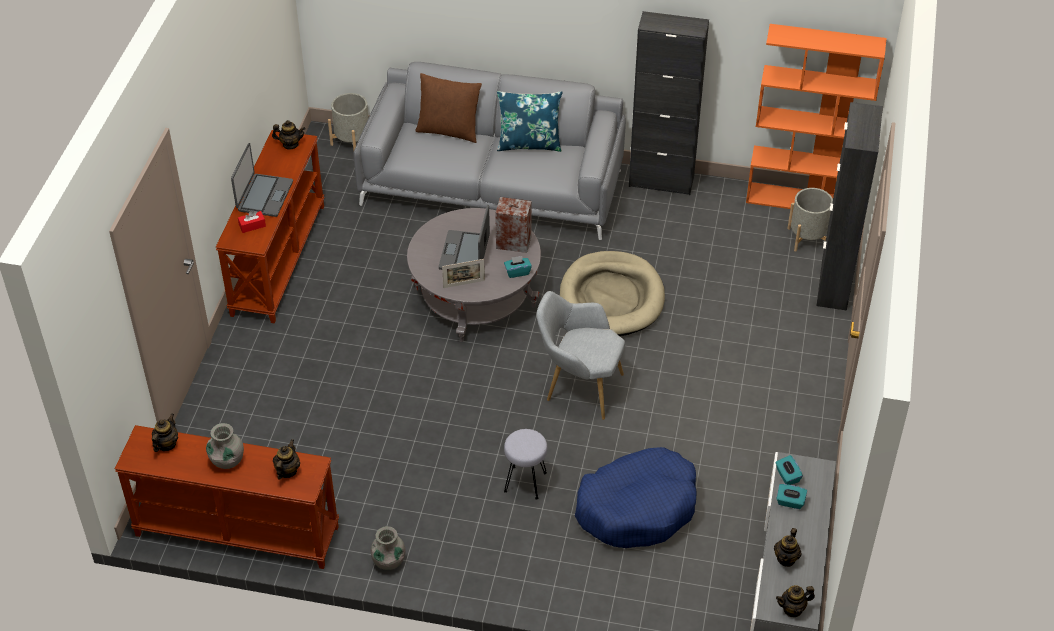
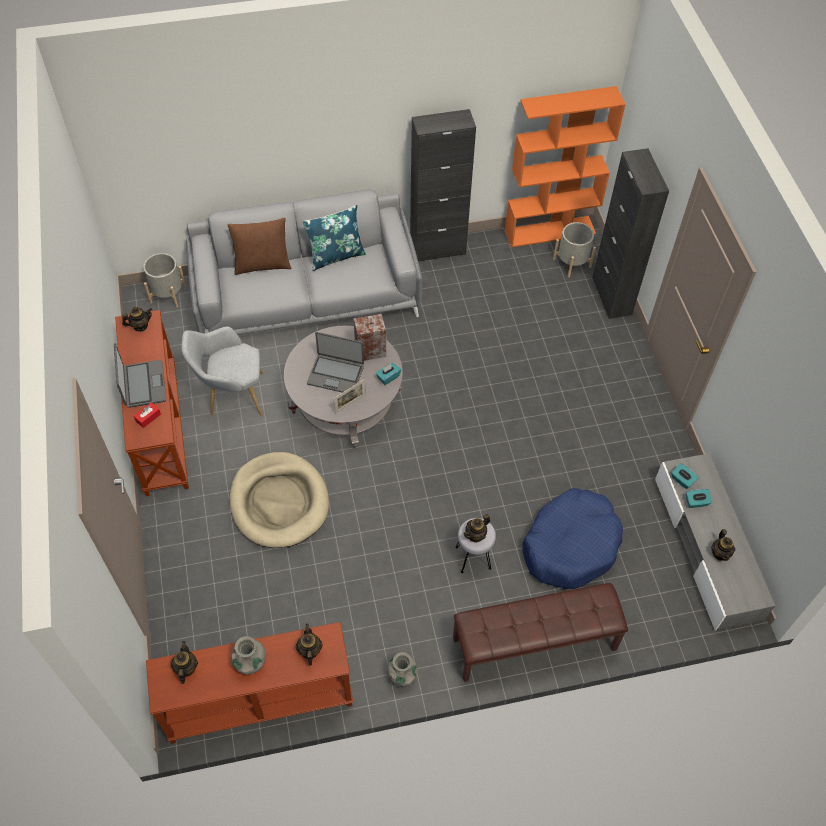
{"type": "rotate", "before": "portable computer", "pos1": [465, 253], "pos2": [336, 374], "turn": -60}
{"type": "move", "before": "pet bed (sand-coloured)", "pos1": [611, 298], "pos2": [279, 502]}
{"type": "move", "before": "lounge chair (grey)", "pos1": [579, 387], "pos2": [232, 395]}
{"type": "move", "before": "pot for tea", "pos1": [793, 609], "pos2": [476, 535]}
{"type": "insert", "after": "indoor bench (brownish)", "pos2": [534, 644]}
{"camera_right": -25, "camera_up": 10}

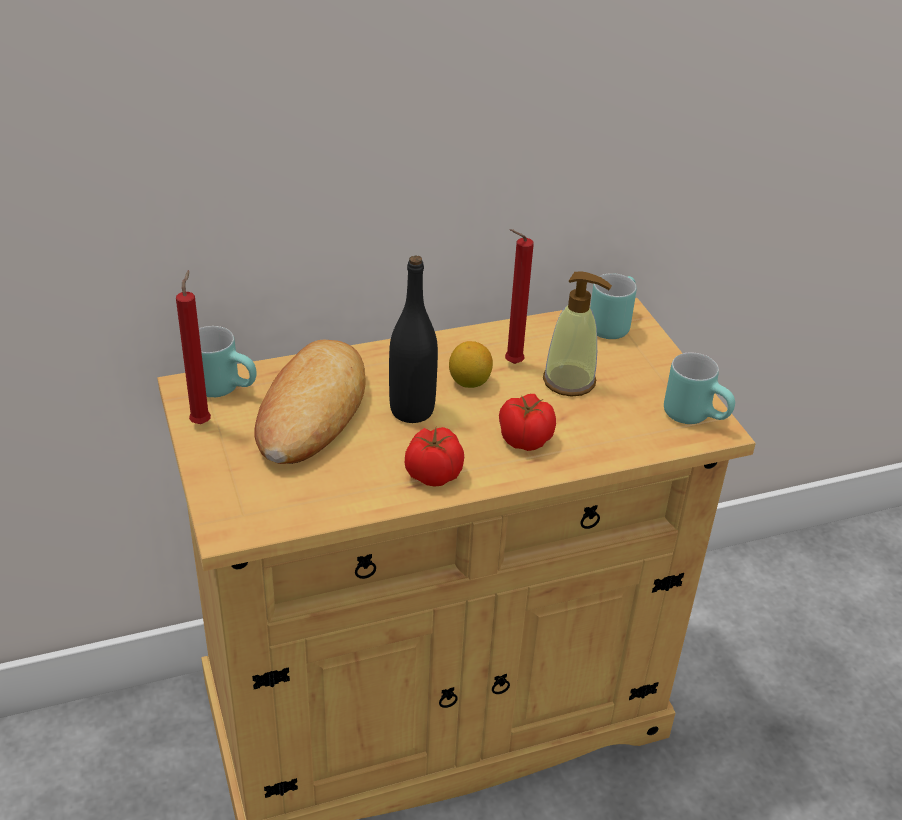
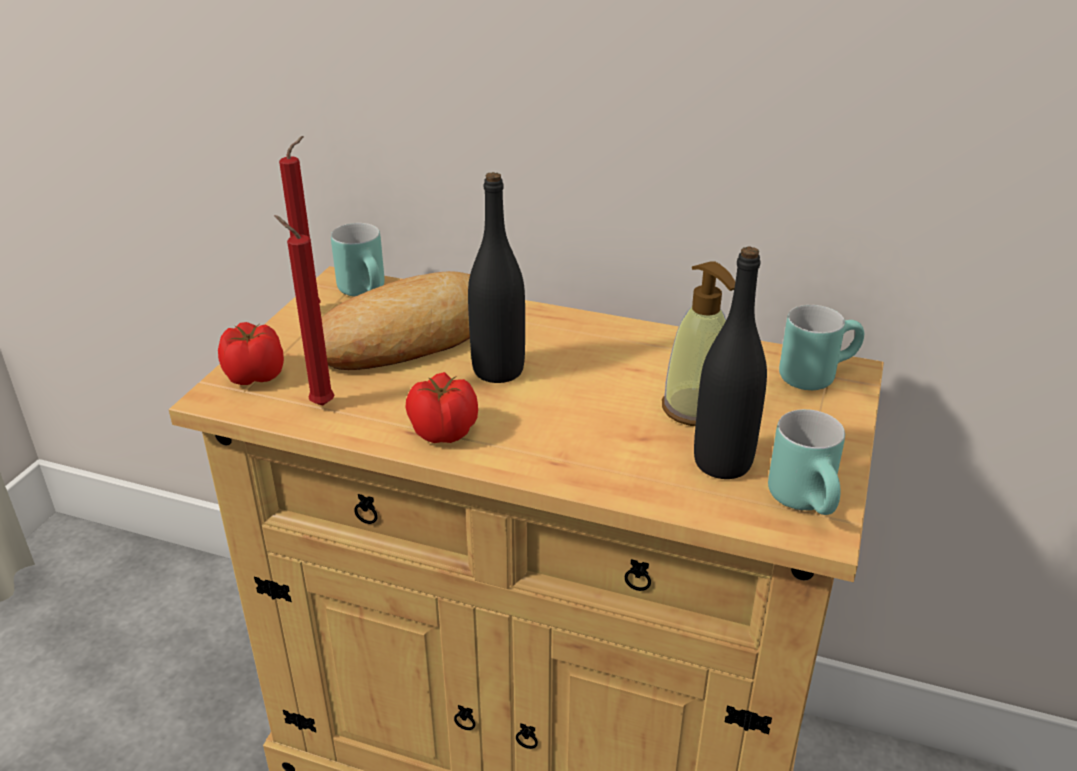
{"type": "move", "before": "candle (red)", "pos1": [510, 364], "pos2": [319, 404]}
{"type": "delete", "before": "citrus fruit", "pos1": [469, 382]}
{"type": "move", "before": "tomato", "pos1": [524, 439], "pos2": [255, 375]}
{"type": "insert", "after": "beverage bottle (blackish)", "pos2": [722, 463]}
{"camera_right": 40, "camera_up": -5}

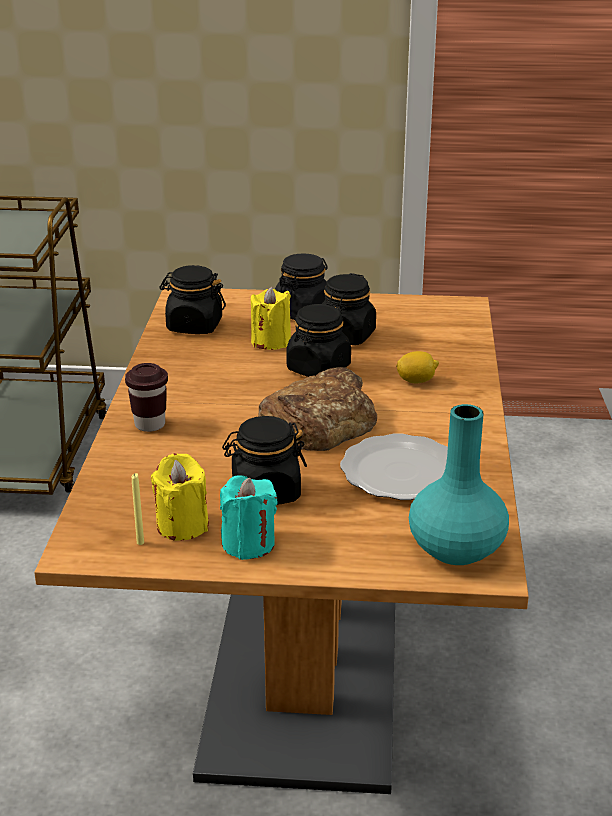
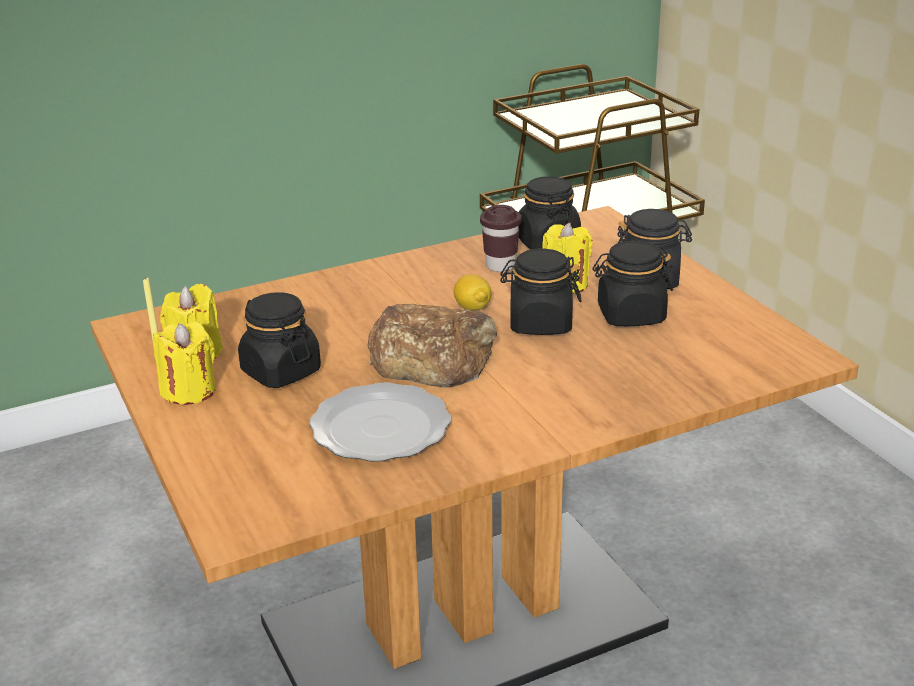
{"type": "move", "before": "citrus fruit", "pos1": [416, 381], "pos2": [472, 307]}
{"type": "move", "before": "drinking cup (brownish)", "pos1": [150, 424], "pos2": [500, 266]}
{"type": "delete", "before": "decorative vase (blue-green)", "pos1": [455, 550]}
{"type": "recolor", "before": "candle (blue-green)", "after": "candle (yellow-coloured)", "pos1": [248, 544], "pos2": [189, 391]}
{"camera_right": 60, "camera_up": 0}

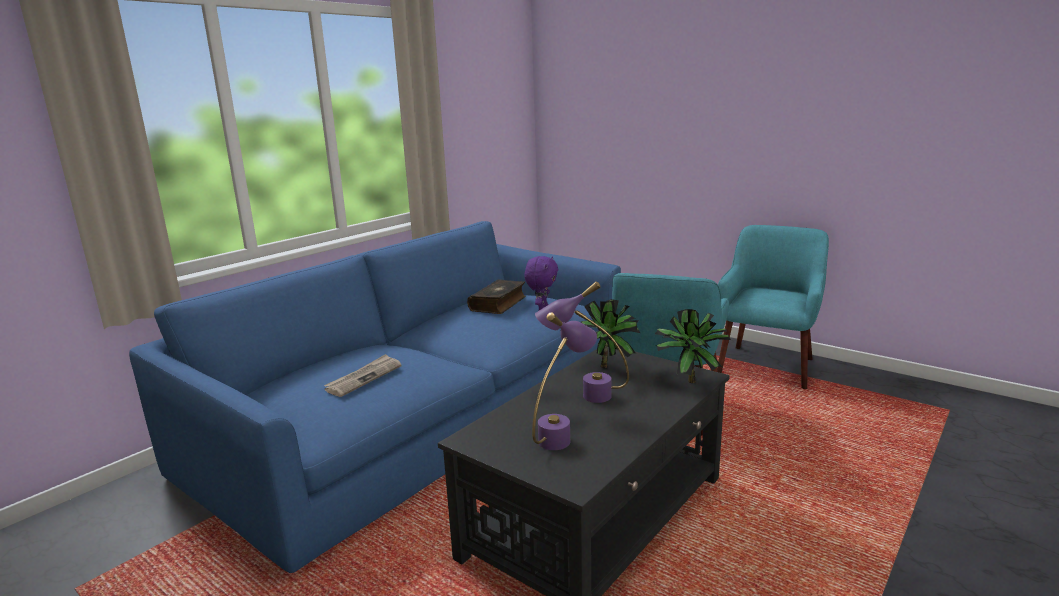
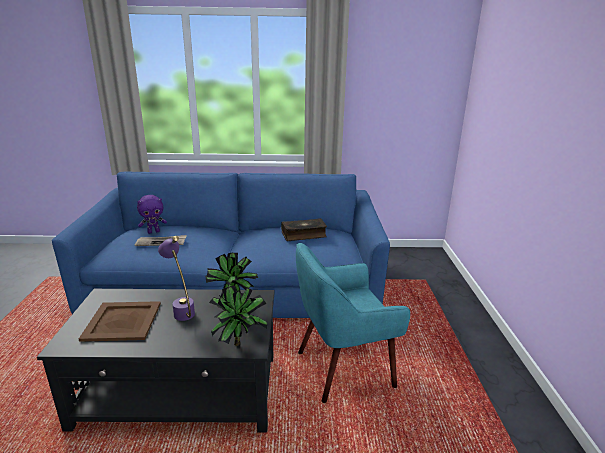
{"type": "delete", "before": "lounge chair (blue-green)", "pos1": [767, 366]}
{"type": "move", "before": "soft toy (purple-coloured)", "pos1": [542, 309], "pos2": [154, 232]}
{"type": "replace", "before": "table lamp (purple-coloured)", "after": "tray (brownish)", "pos1": [563, 434], "pos2": [122, 321]}
{"camera_right": 50, "camera_up": 5}

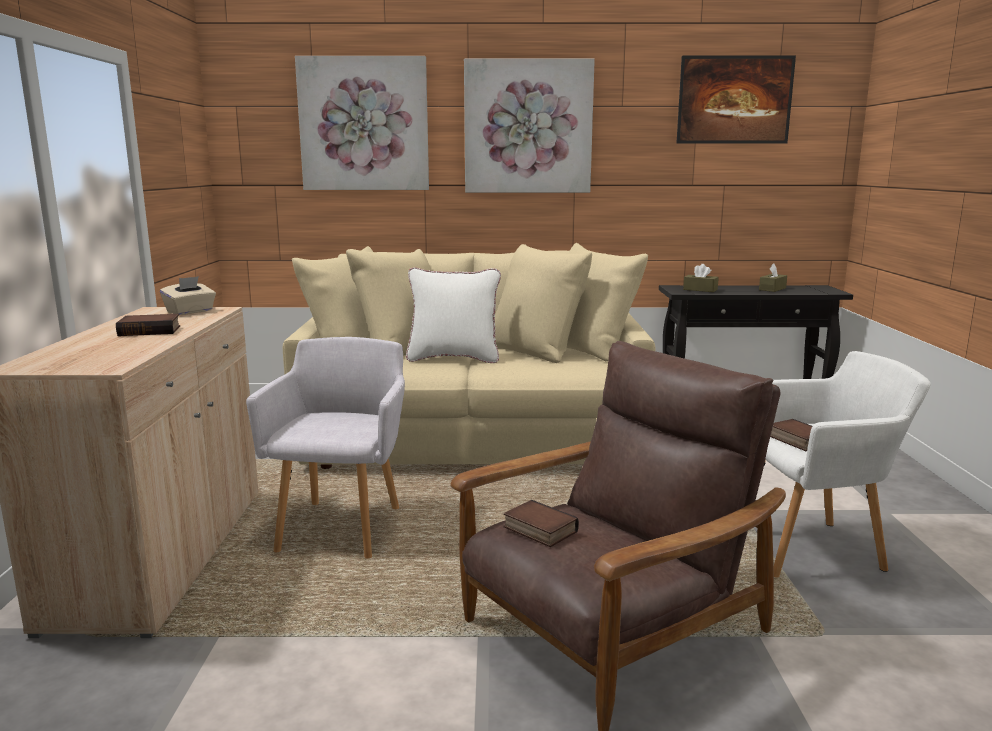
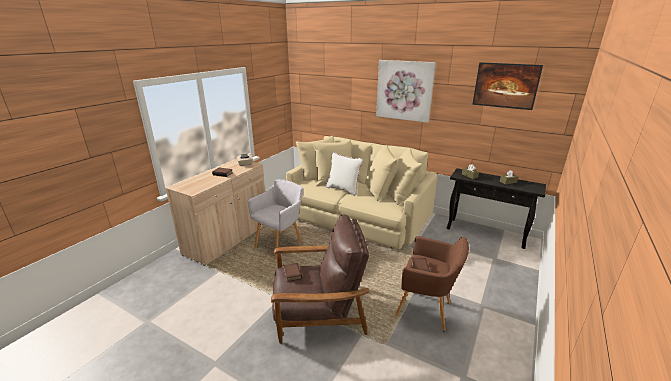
{"type": "delete", "before": "wall picture", "pos1": [364, 124]}
{"type": "recolor", "before": "lounge chair (white)", "after": "lounge chair (brownish)", "pos1": [812, 549], "pos2": [426, 310]}
{"camera_right": 30, "camera_up": 10}

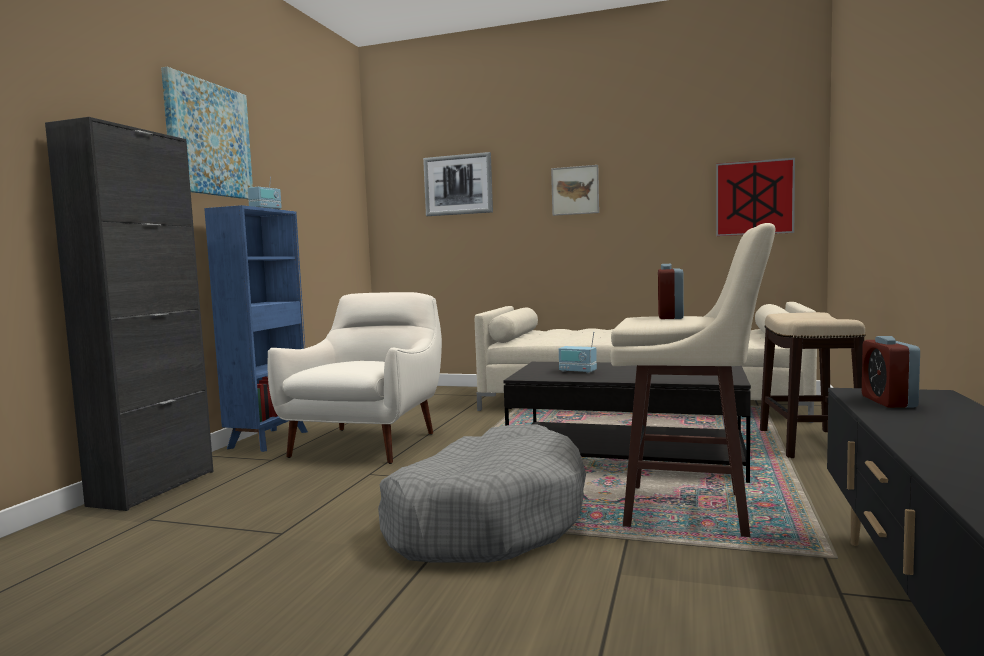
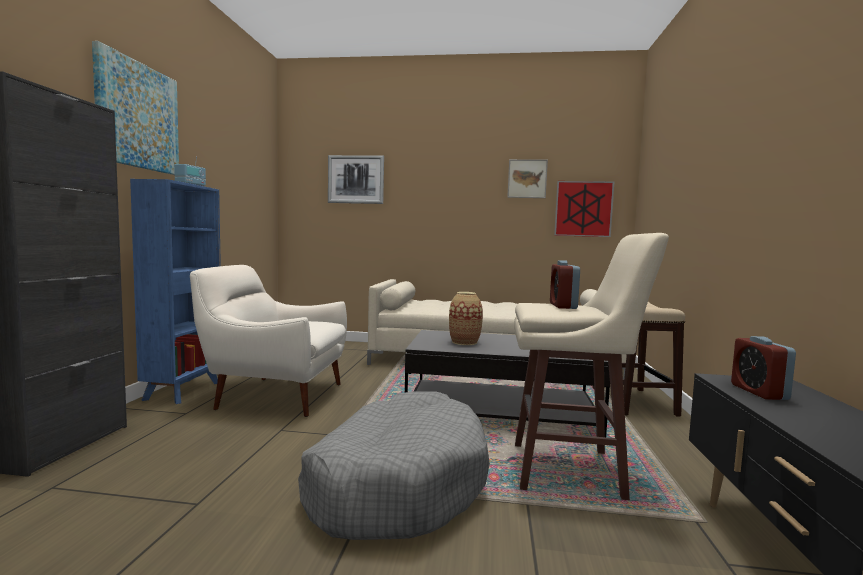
{"type": "move", "before": "wall picture", "pos1": [575, 190], "pos2": [527, 178]}
{"type": "rotate", "before": "lounge chair (white)", "pos1": [367, 443], "pos2": [275, 395], "turn": -90}
{"type": "replace", "before": "radio set", "after": "decorative vase", "pos1": [577, 371], "pos2": [464, 342]}
{"camera_right": -10, "camera_up": 0}

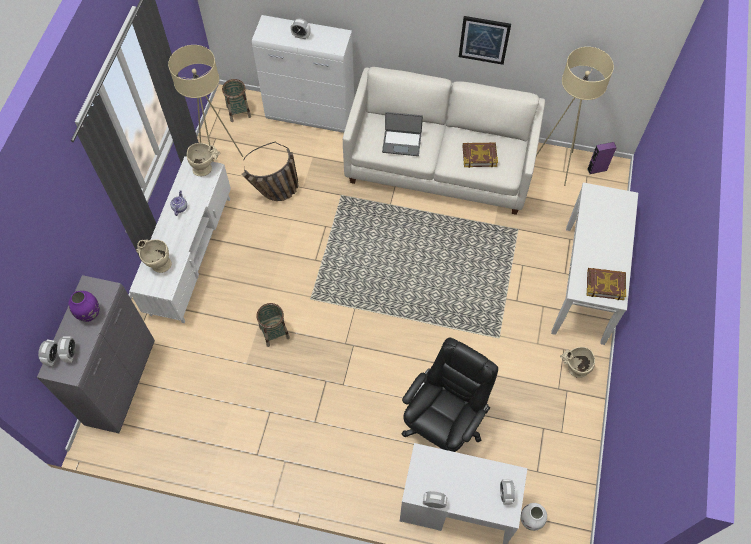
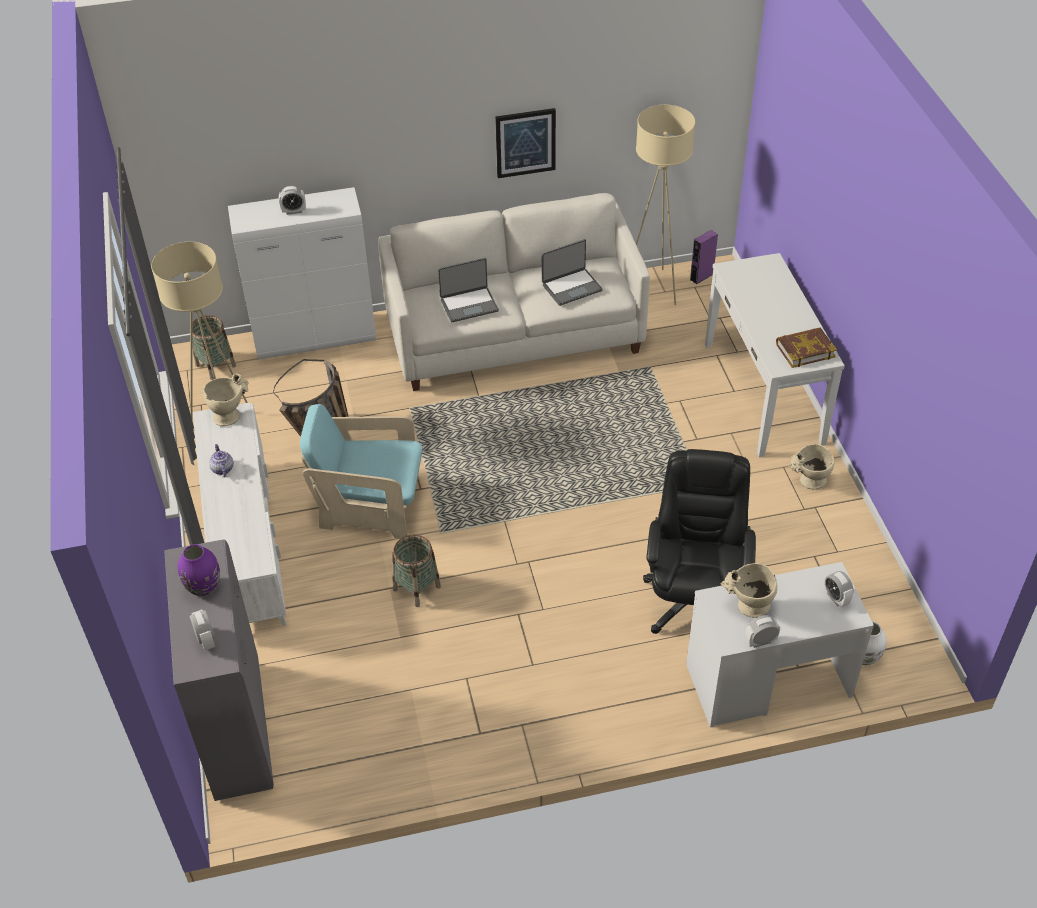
{"type": "replace", "before": "volume", "after": "portable computer", "pos1": [479, 156], "pos2": [571, 287]}
{"type": "move", "before": "decorative vase (sand-coloured)", "pos1": [157, 263], "pos2": [747, 607]}
{"type": "delete", "before": "alarm clock", "pos1": [53, 357]}
{"type": "insert", "after": "lounge chair (blue-green)", "pos2": [370, 506]}
{"camera_right": -25, "camera_up": -15}

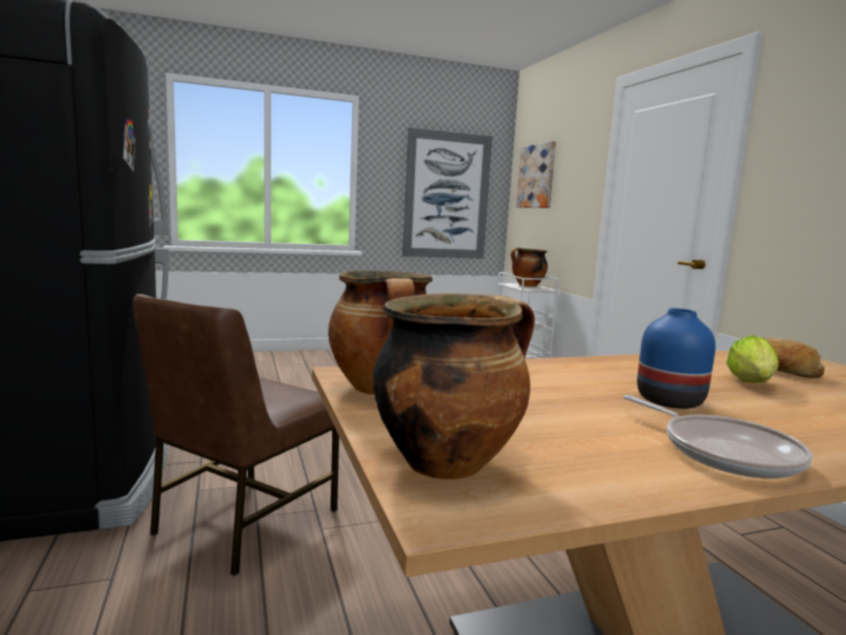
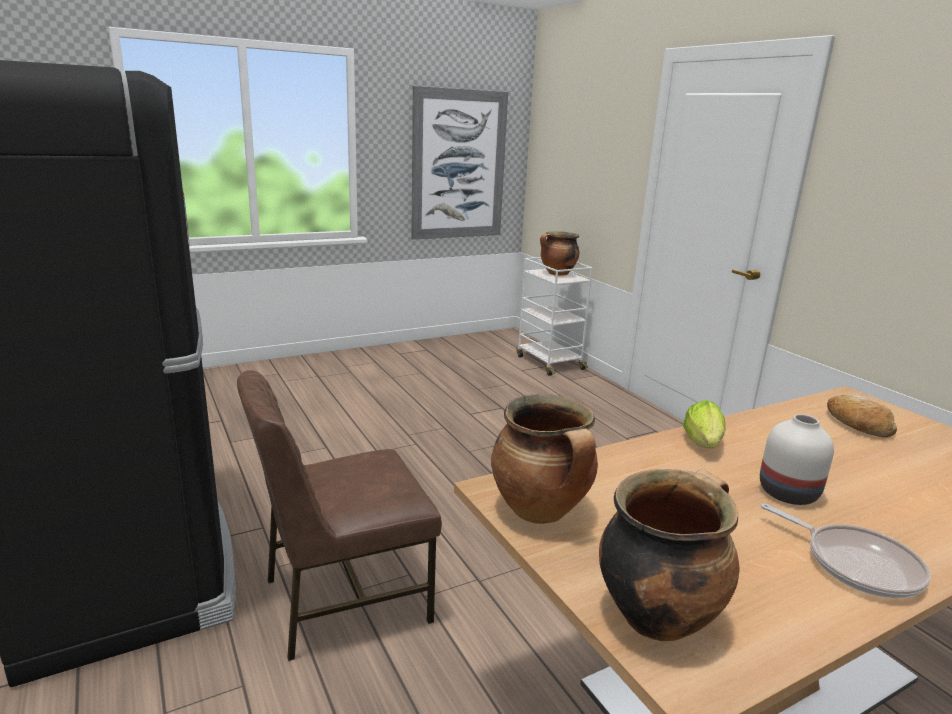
{"type": "delete", "before": "wall picture", "pos1": [537, 176]}
{"type": "rotate", "before": "plain chair (brownish)", "pos1": [243, 521], "pos2": [343, 599], "turn": 45}
{"type": "recolor", "before": "decorative vase (blue-coloured)", "after": "decorative vase (white)", "pos1": [669, 400], "pos2": [787, 492]}
{"type": "move", "before": "lettuce head", "pos1": [752, 384], "pos2": [703, 446]}
{"camera_right": -10, "camera_up": 10}

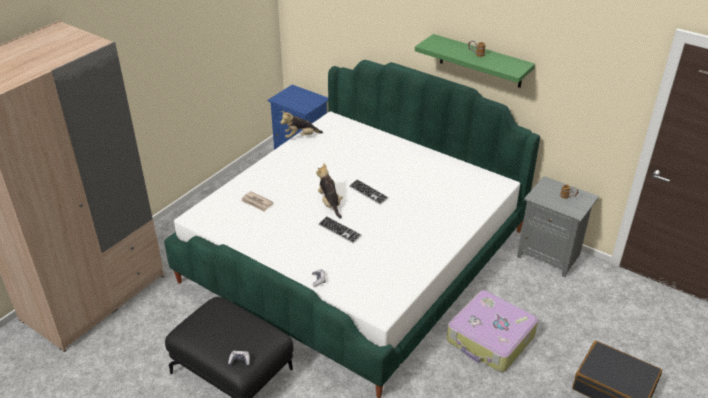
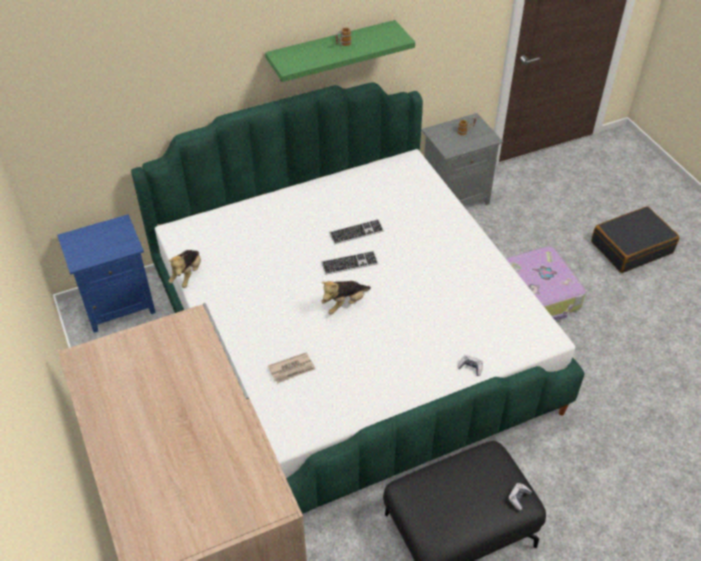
{"type": "rotate", "before": "soft toy", "pos1": [330, 203], "pos2": [344, 304], "turn": -45}
{"type": "move", "before": "keyboard", "pos1": [339, 230], "pos2": [356, 233]}
{"camera_right": -60, "camera_up": 10}

